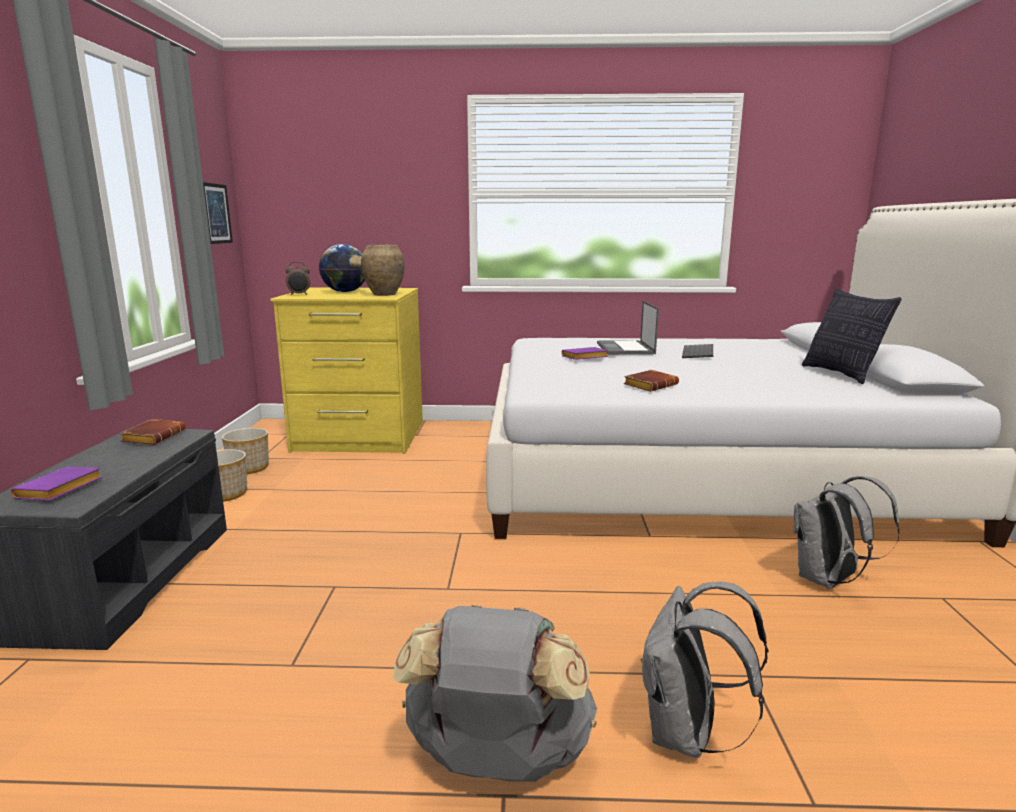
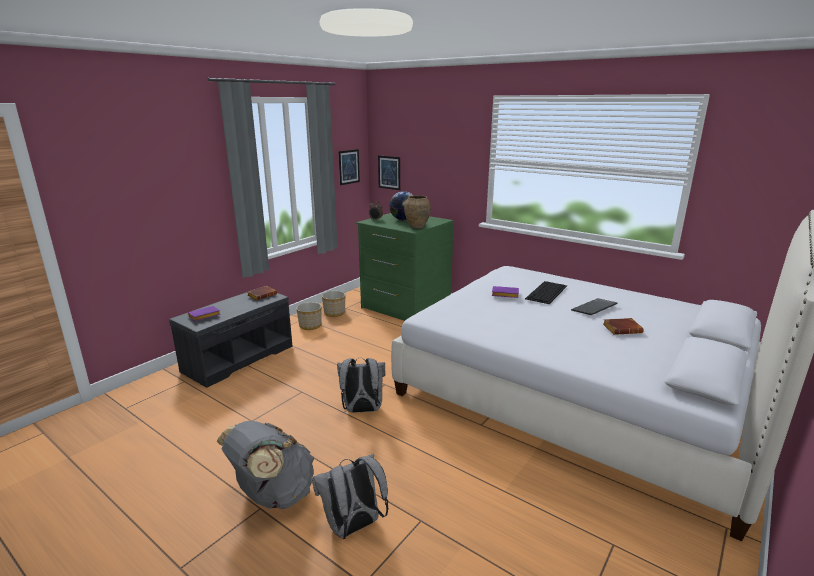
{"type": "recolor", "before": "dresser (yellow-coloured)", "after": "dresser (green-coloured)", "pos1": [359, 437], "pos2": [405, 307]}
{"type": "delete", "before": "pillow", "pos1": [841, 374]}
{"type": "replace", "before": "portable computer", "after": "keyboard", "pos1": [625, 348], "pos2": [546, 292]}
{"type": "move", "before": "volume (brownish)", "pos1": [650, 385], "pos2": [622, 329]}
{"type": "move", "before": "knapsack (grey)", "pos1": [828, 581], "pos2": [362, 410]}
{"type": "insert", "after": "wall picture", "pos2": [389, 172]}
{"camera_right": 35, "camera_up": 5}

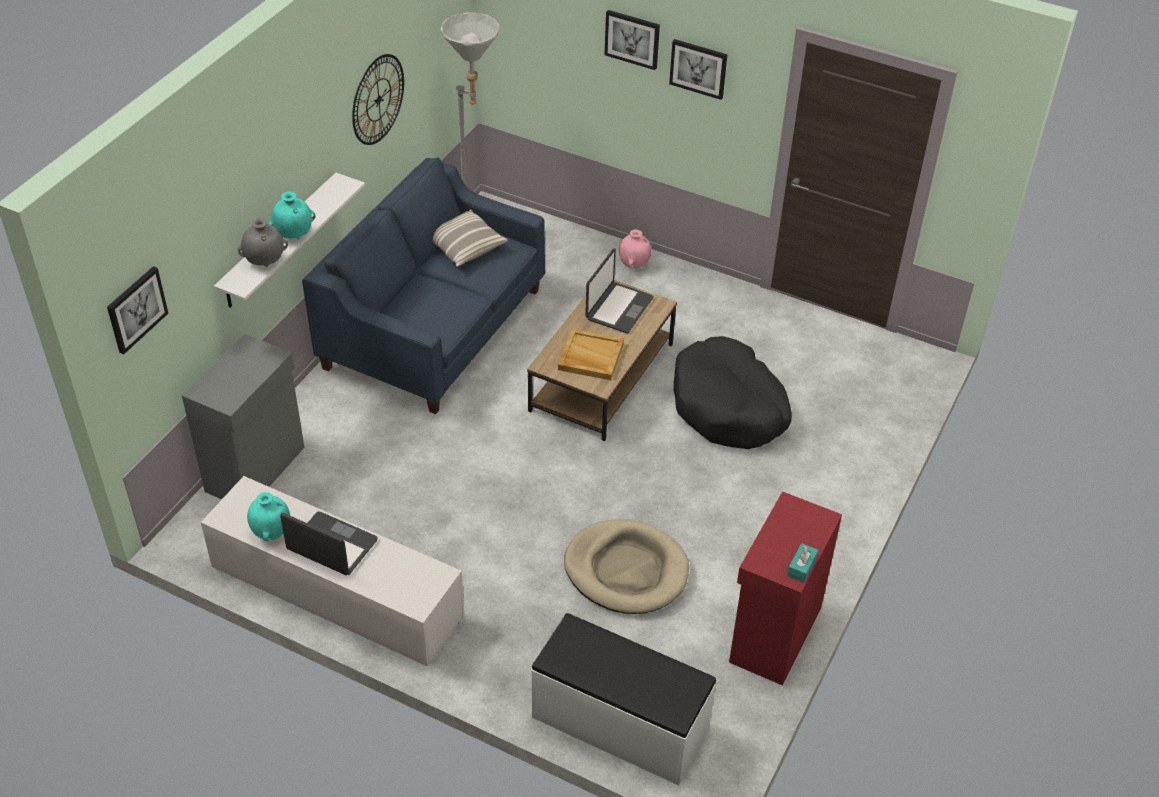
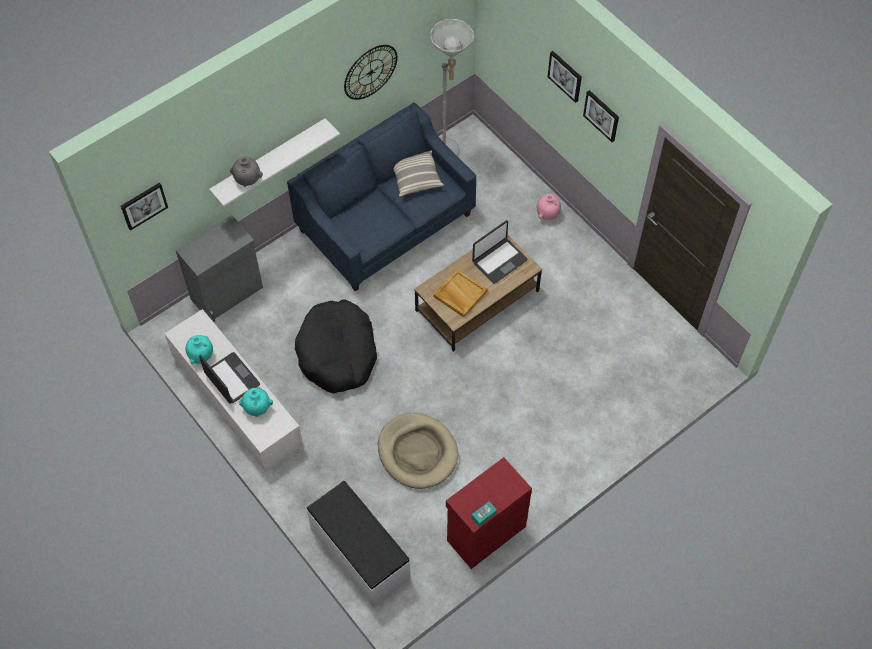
{"type": "move", "before": "decorative vase (blue-green)", "pos1": [294, 235], "pos2": [257, 408]}
{"type": "move", "before": "pet bed (blackish)", "pos1": [729, 407], "pos2": [337, 353]}
{"camera_right": 25, "camera_up": 15}

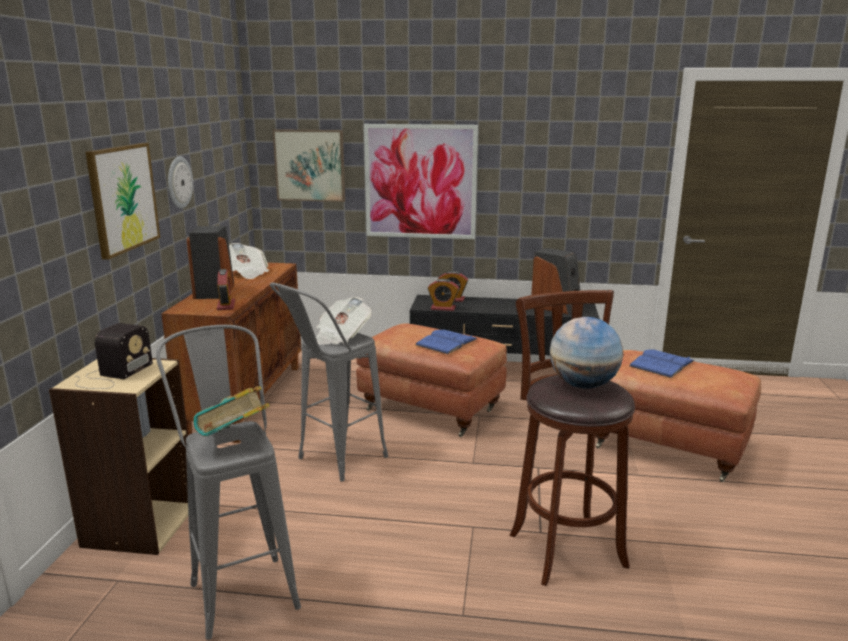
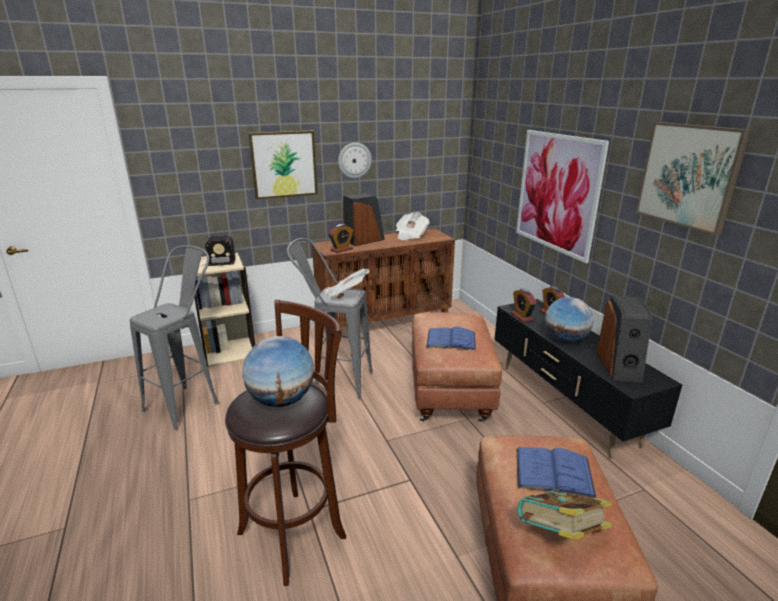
{"type": "move", "before": "wall picture", "pos1": [310, 165], "pos2": [688, 175]}
{"type": "move", "before": "volume", "pos1": [235, 439], "pos2": [560, 536]}
{"type": "insert", "after": "desk globe", "pos2": [565, 339]}
{"camera_right": 60, "camera_up": 5}

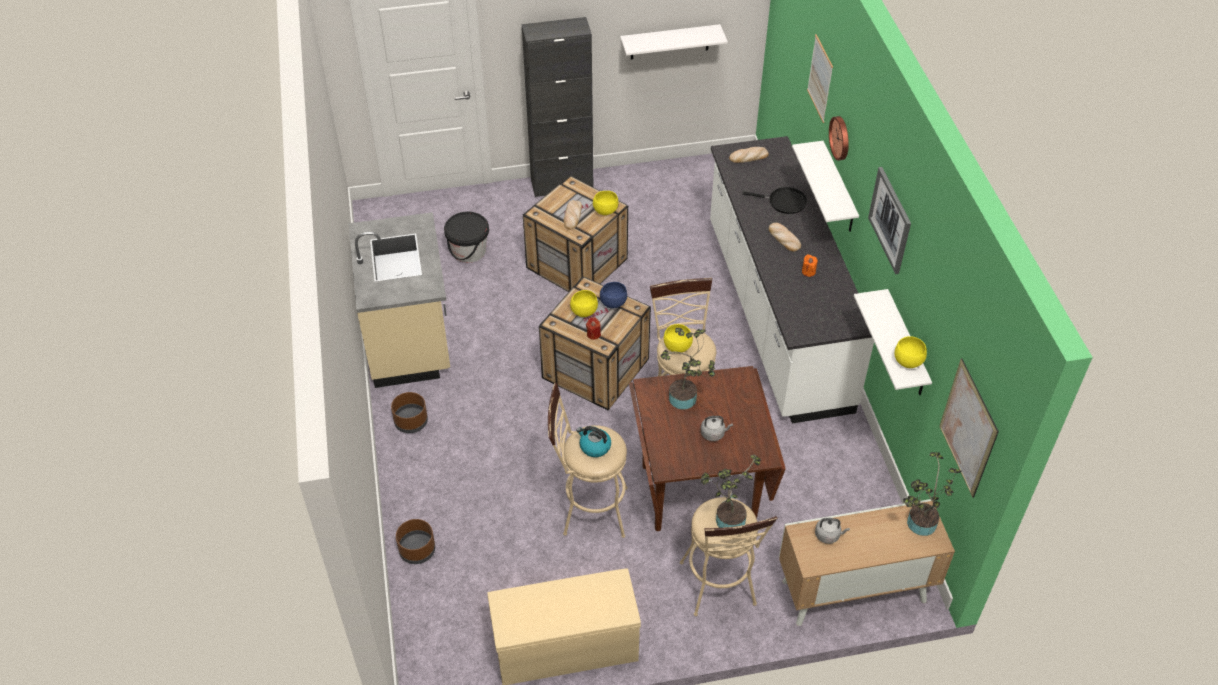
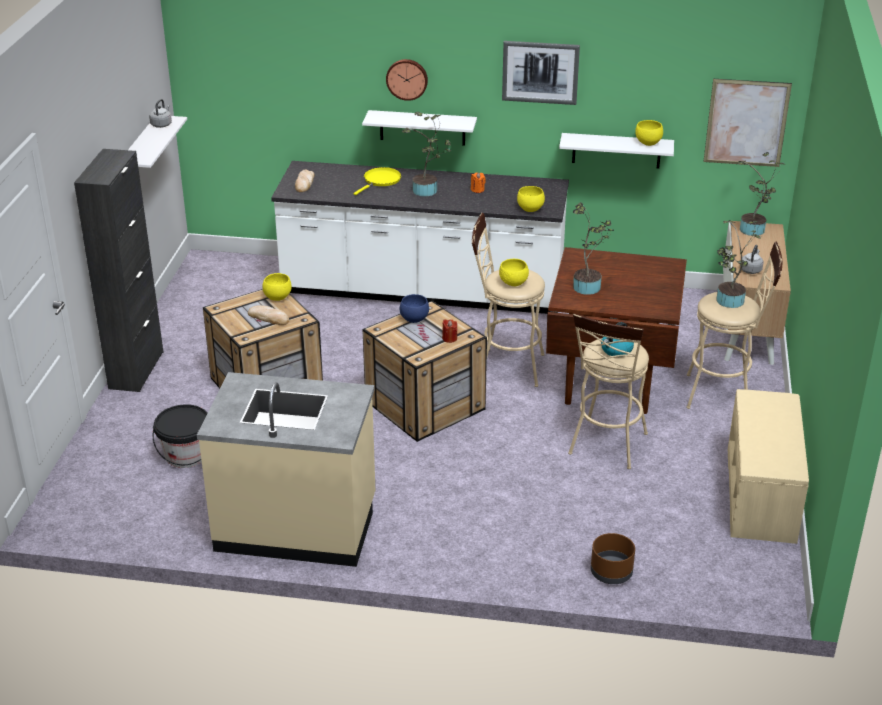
{"type": "delete", "before": "wall picture", "pos1": [820, 78]}
{"type": "recolor", "before": "skillet (blackish)", "after": "skillet (yellow-coloured)", "pos1": [784, 202], "pos2": [380, 181]}
{"type": "replace", "before": "bread", "after": "plant in a pot", "pos1": [783, 238], "pos2": [427, 191]}
{"type": "move", "before": "serving bowl (yellow-coloured)", "pos1": [583, 312], "pos2": [529, 209]}
{"type": "delete", "before": "plant pot (brownish)", "pos1": [411, 422]}
{"type": "move", "before": "tea kettle (grey)", "pos1": [714, 434], "pos2": [162, 124]}
{"camera_right": -70, "camera_up": -15}

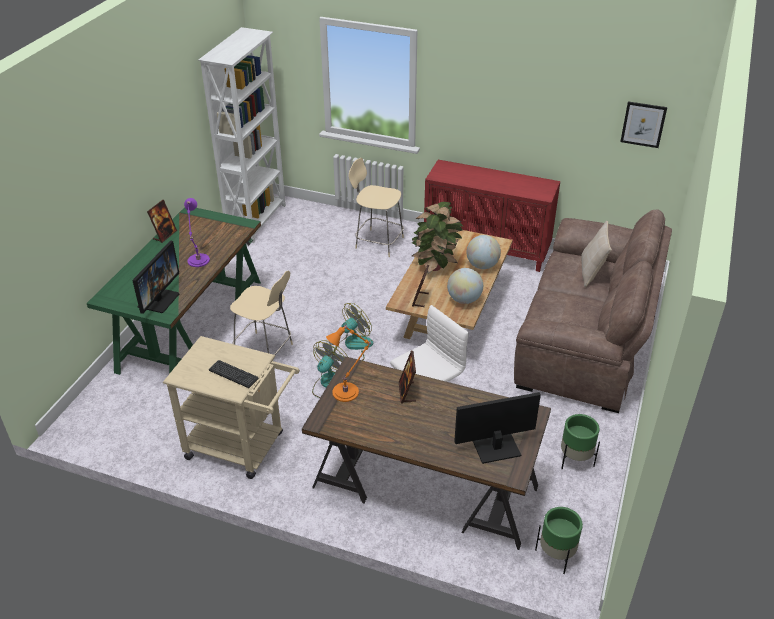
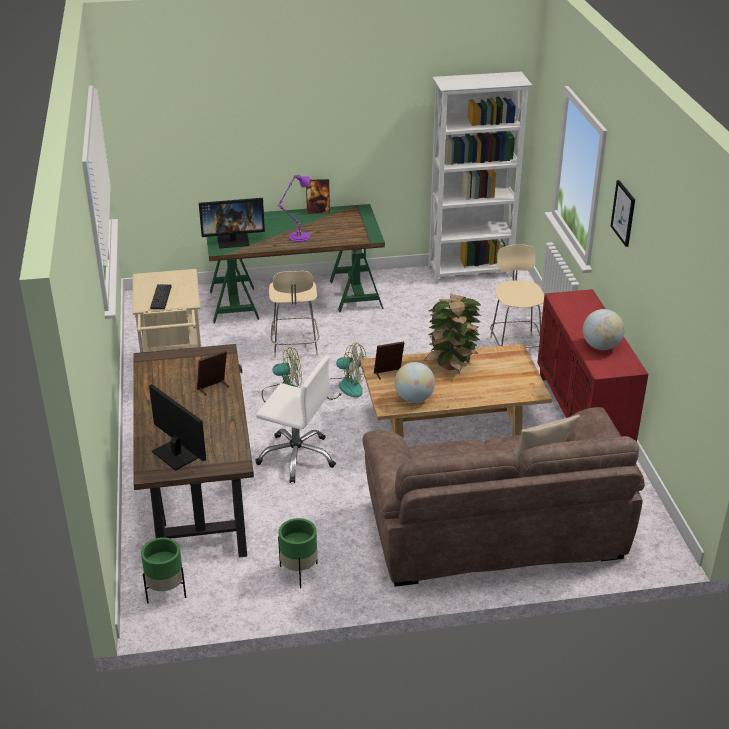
{"type": "move", "before": "wall picture", "pos1": [643, 124], "pos2": [623, 213]}
{"type": "move", "before": "desk globe", "pos1": [482, 265], "pos2": [601, 346]}
{"type": "delete", "before": "table lamp (orange)", "pos1": [347, 391]}
{"camera_right": 60, "camera_up": -5}

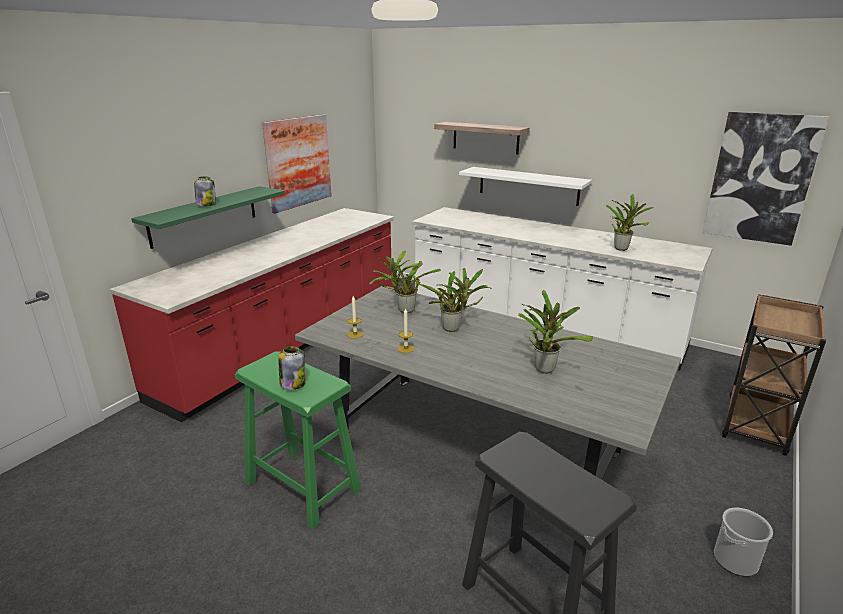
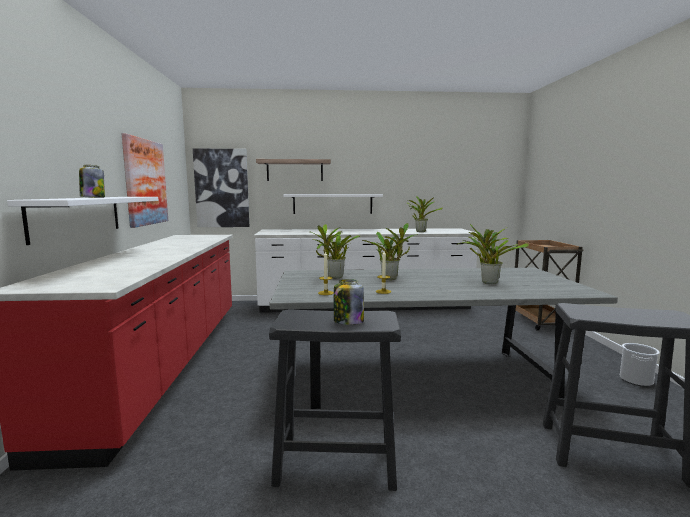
{"type": "move", "before": "wall picture", "pos1": [760, 178], "pos2": [222, 188]}
{"type": "recolor", "before": "bracket shelf (green-coloured)", "after": "bracket shelf (white)", "pos1": [204, 216], "pos2": [78, 216]}
{"type": "recolor", "before": "stool seat (green-coloured)", "after": "stool seat (blackish)", "pos1": [302, 486], "pos2": [335, 461]}
{"camera_right": -35, "camera_up": -15}

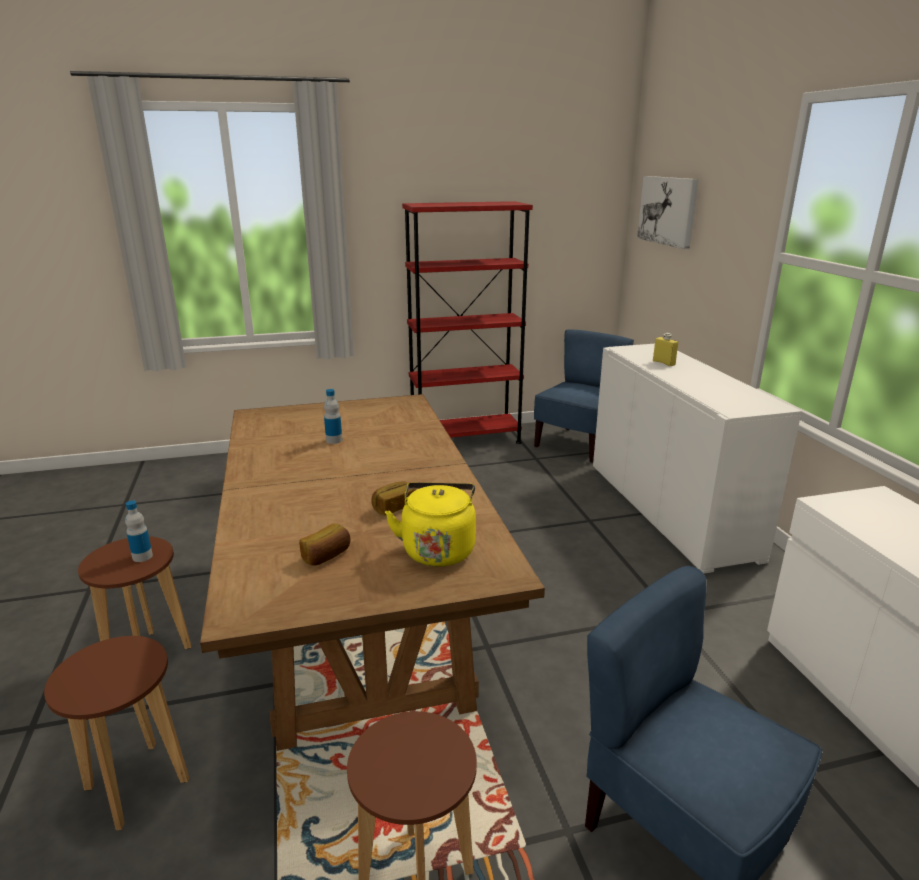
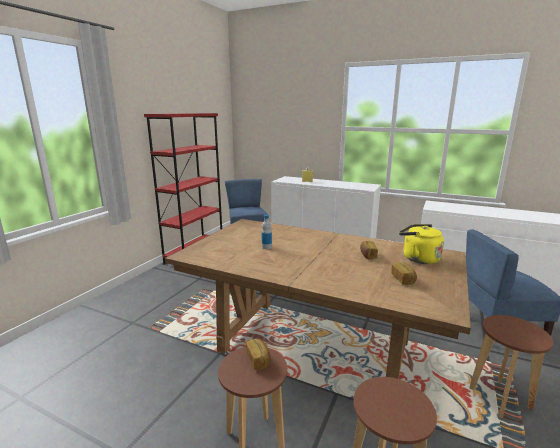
{"type": "delete", "before": "wall picture", "pos1": [668, 210]}
{"type": "replace", "before": "beverage bottle", "after": "bread", "pos1": [142, 556], "pos2": [259, 360]}
{"camera_right": -50, "camera_up": -5}

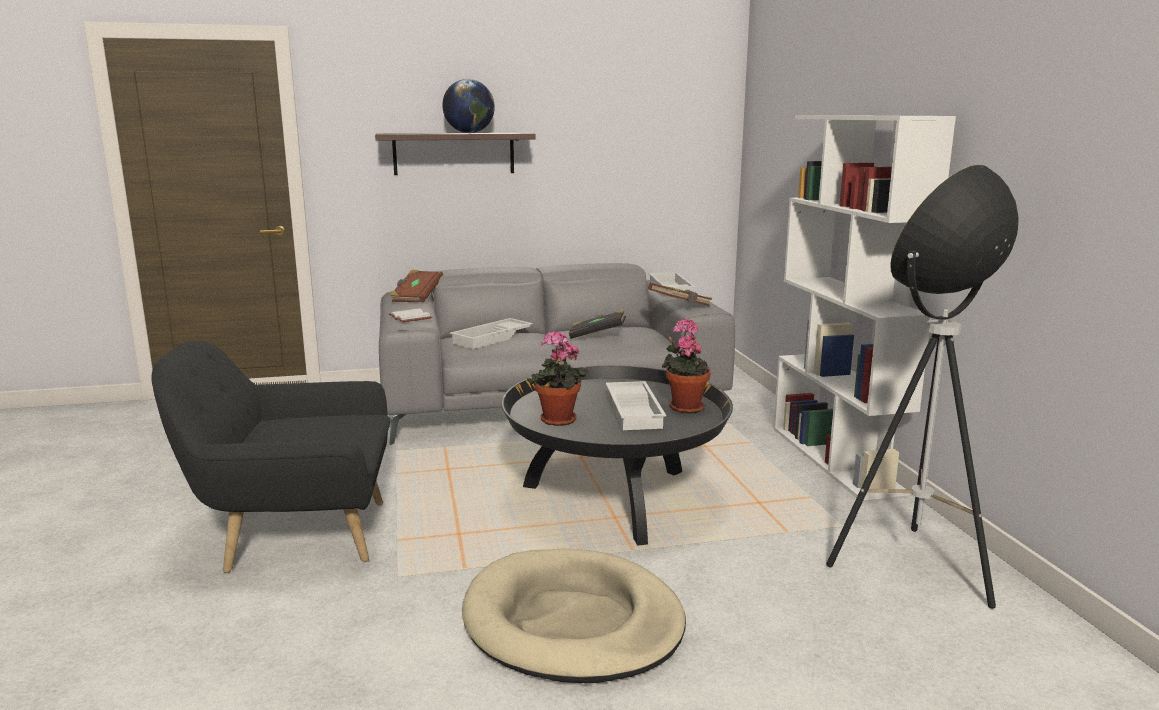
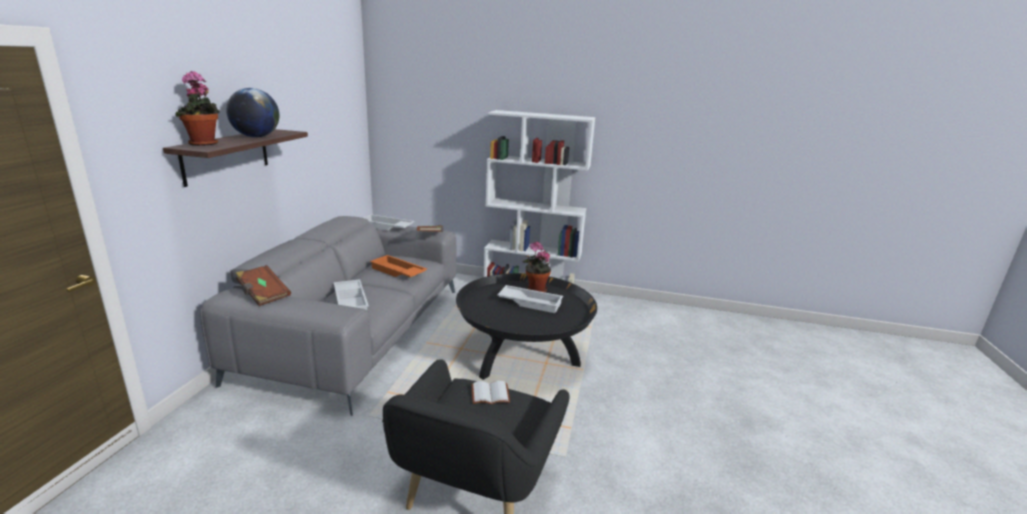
{"type": "delete", "before": "floor lamp", "pos1": [913, 569]}
{"type": "move", "before": "volume (white)", "pos1": [408, 317], "pos2": [489, 395]}
{"type": "replace", "before": "volume (blackish)", "after": "tray (orange)", "pos1": [597, 336], "pos2": [397, 272]}
{"type": "move", "before": "plant in a pot", "pos1": [557, 421], "pos2": [204, 144]}
{"type": "delete", "before": "pet bed (sand-coloured)", "pos1": [572, 622]}
{"camera_right": -65, "camera_up": 5}

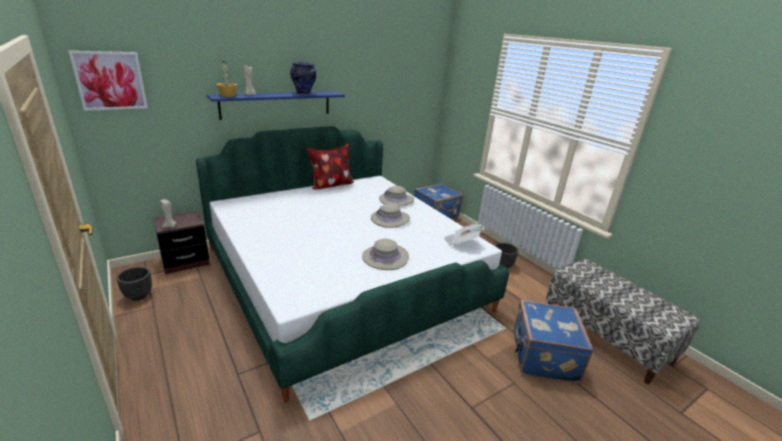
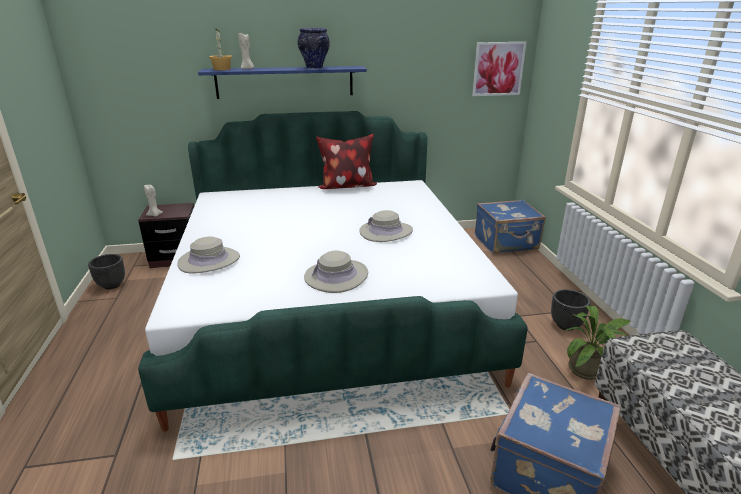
{"type": "move", "before": "wall picture", "pos1": [110, 81], "pos2": [498, 69]}
{"type": "move", "before": "hat (sand-coloured)", "pos1": [396, 200], "pos2": [209, 261]}
{"type": "delete", "before": "daily paper", "pos1": [461, 243]}
{"type": "insert", "after": "plant in a pot", "pos2": [589, 370]}
{"camera_right": 25, "camera_up": 0}

